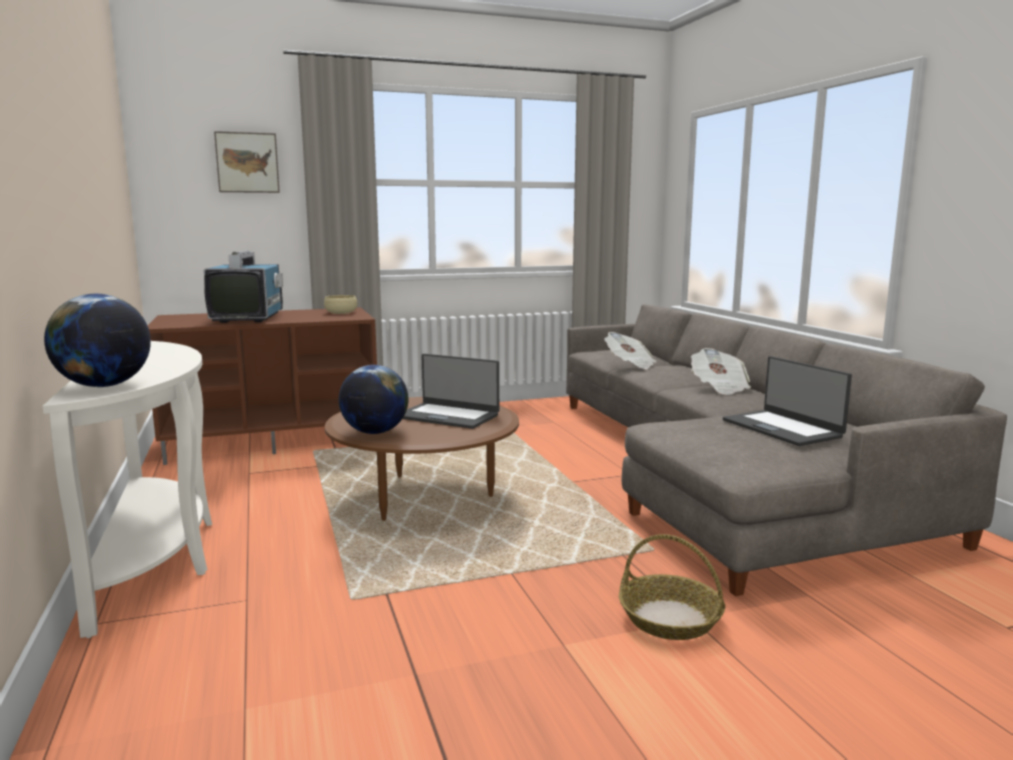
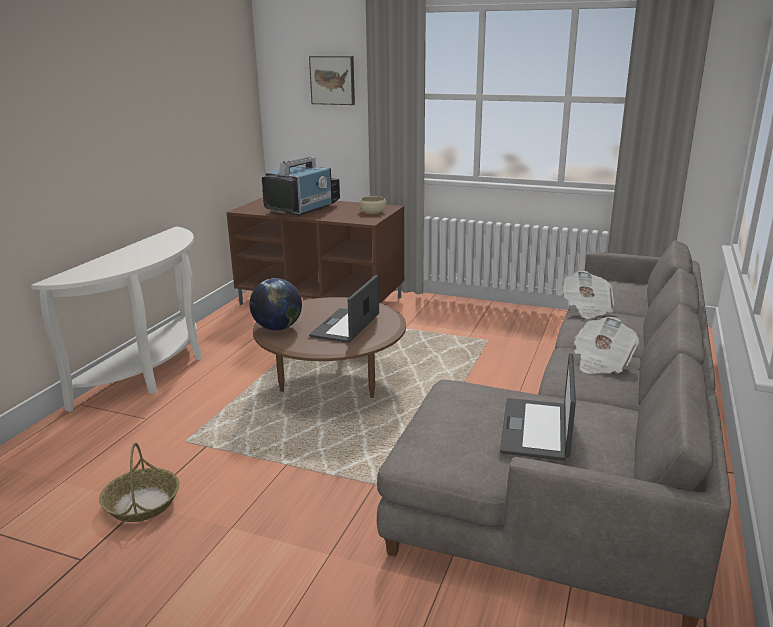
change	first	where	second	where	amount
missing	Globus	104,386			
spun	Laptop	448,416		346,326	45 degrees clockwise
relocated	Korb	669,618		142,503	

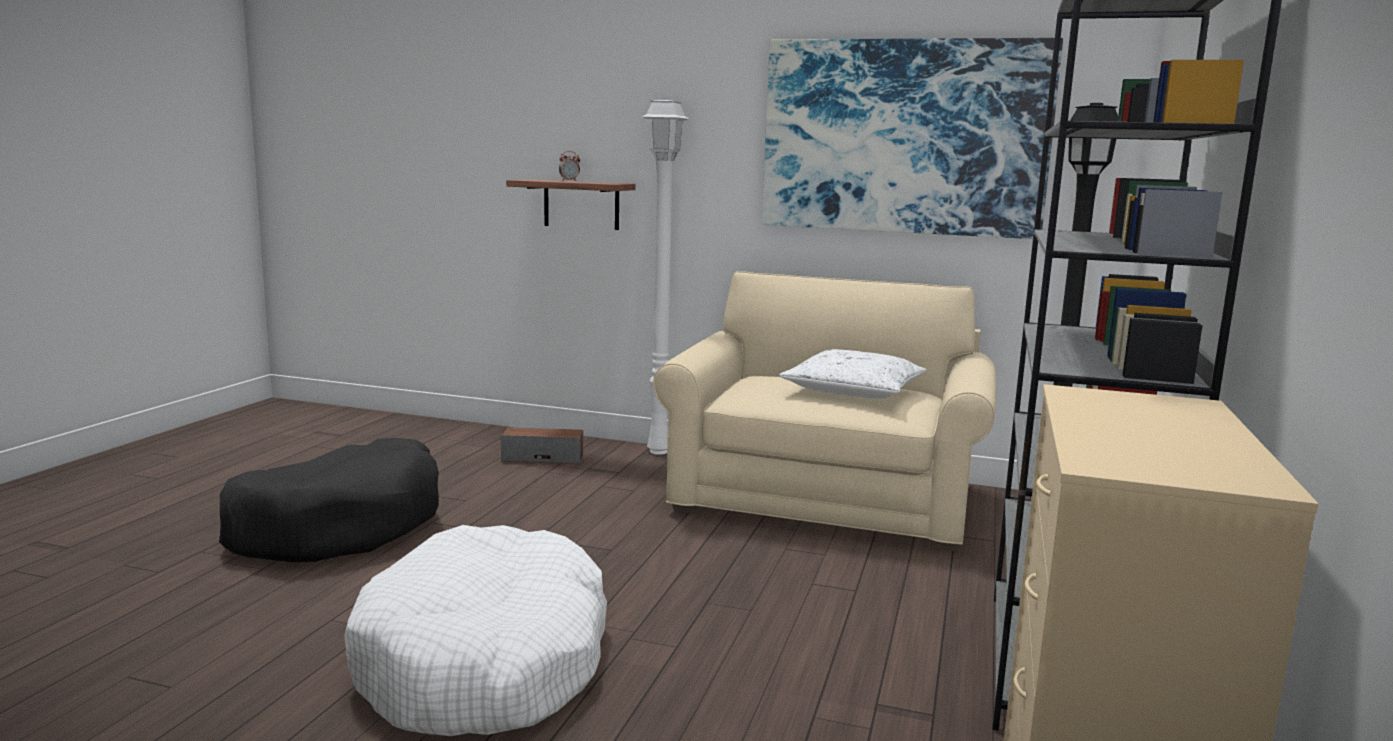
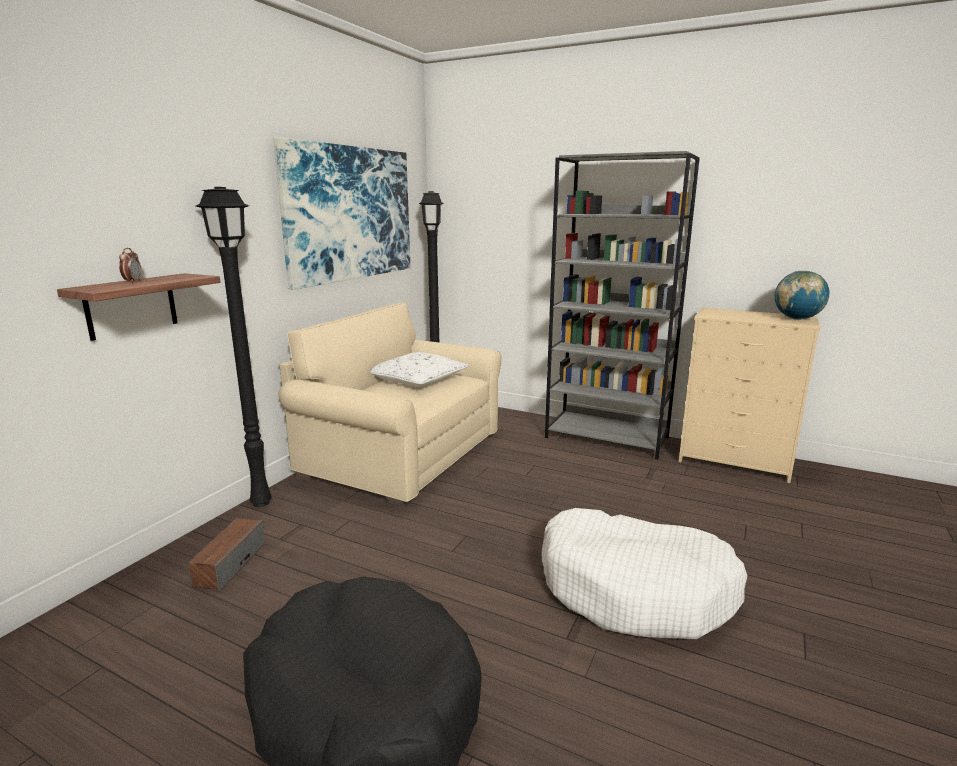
change	first	where	second	where	amount
colour	Stehlampe/weiß	660,451	Stehlampe/schwarz	261,502	
appeared			Globus	797,319	

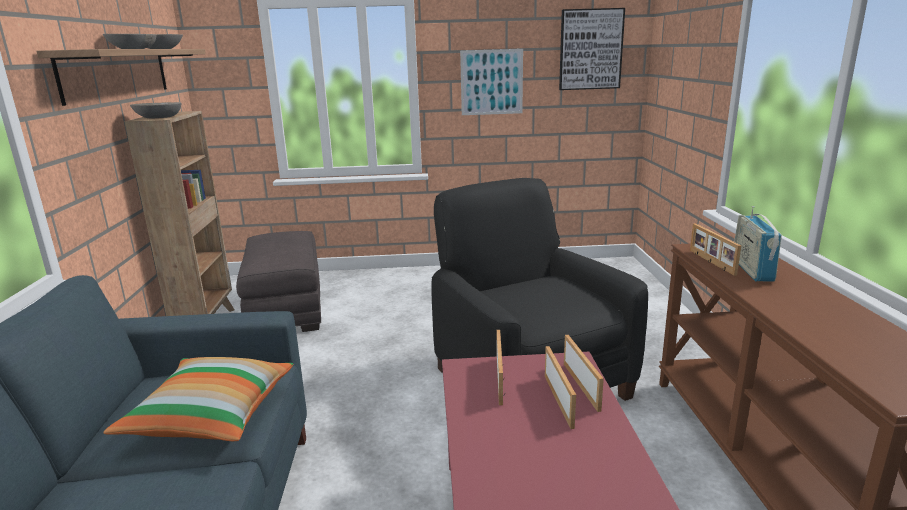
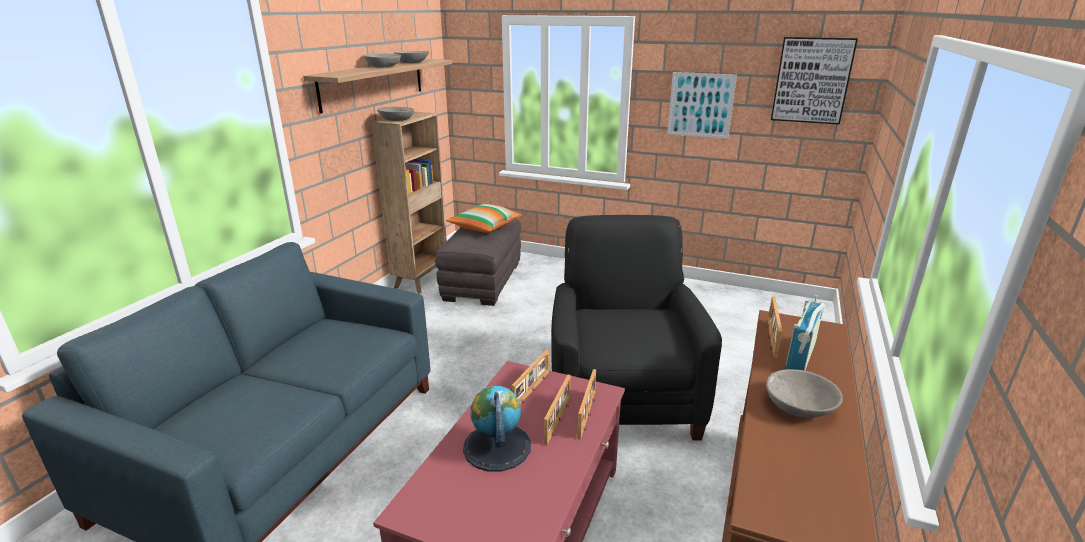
change	first	where	second	where	amount
relocated	Kissen	211,416		485,227	
appeared			Schüssel/grau	799,406	
appeared			Globus	496,447	

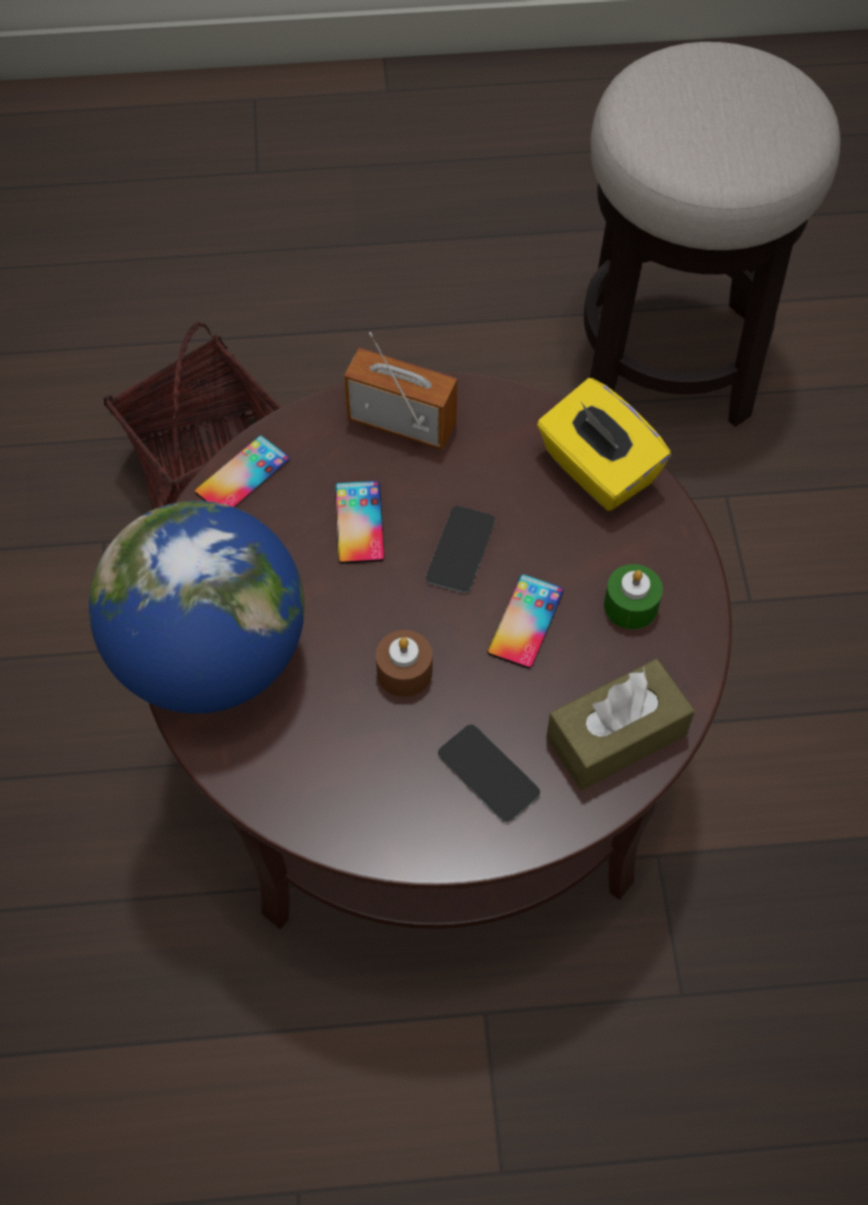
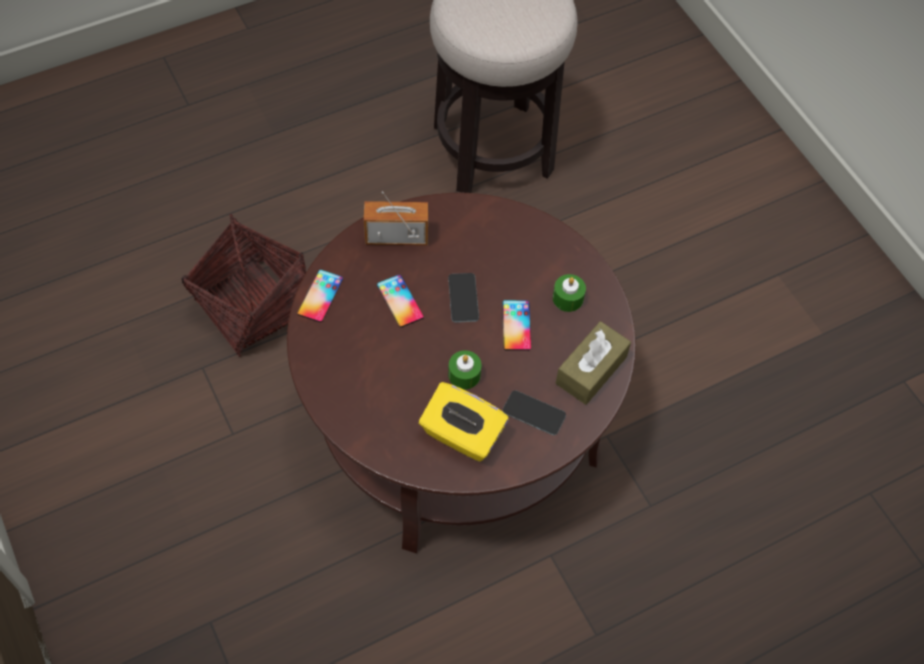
change	first	where	second	where	amount
relocated	Taschentuchbox/gelb	597,470		462,435	
missing	Globus	211,658			
colour	Kerze/braun	404,672	Kerze/grün	464,375	

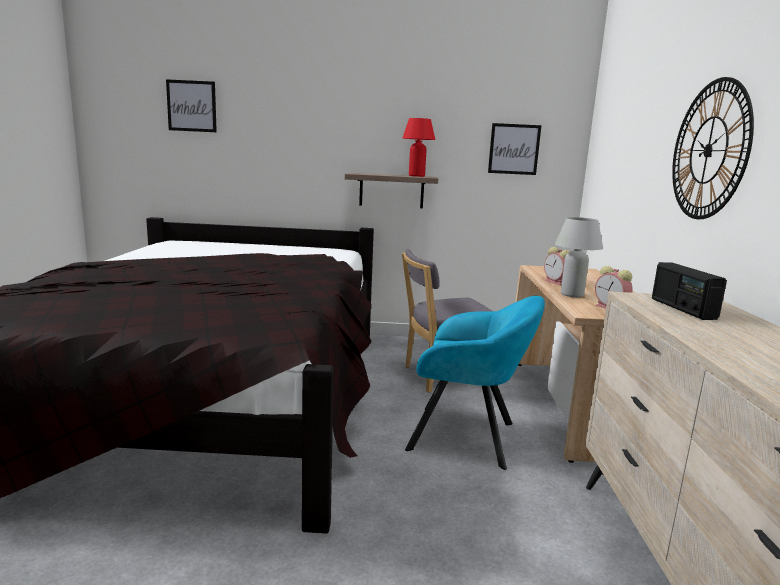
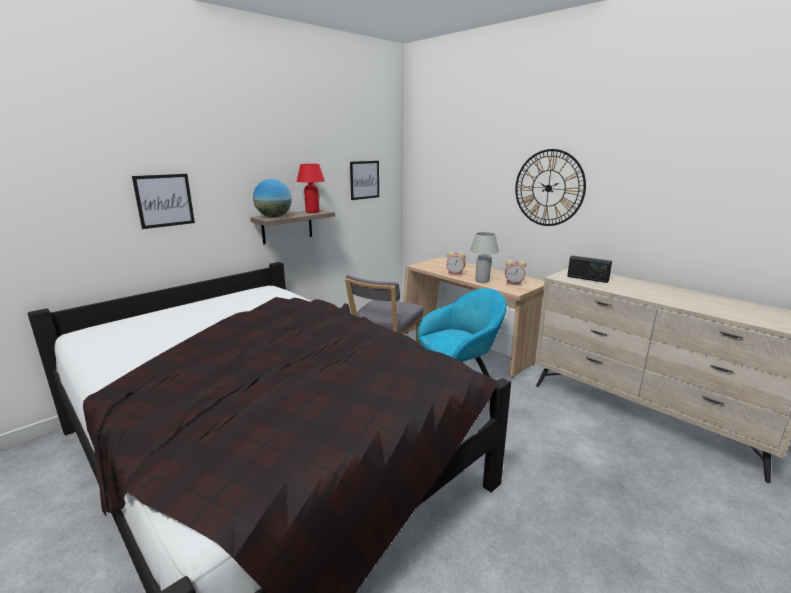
change	first	where	second	where	amount
relocated	Bild	191,106		164,200	
appeared			Globus	274,217	

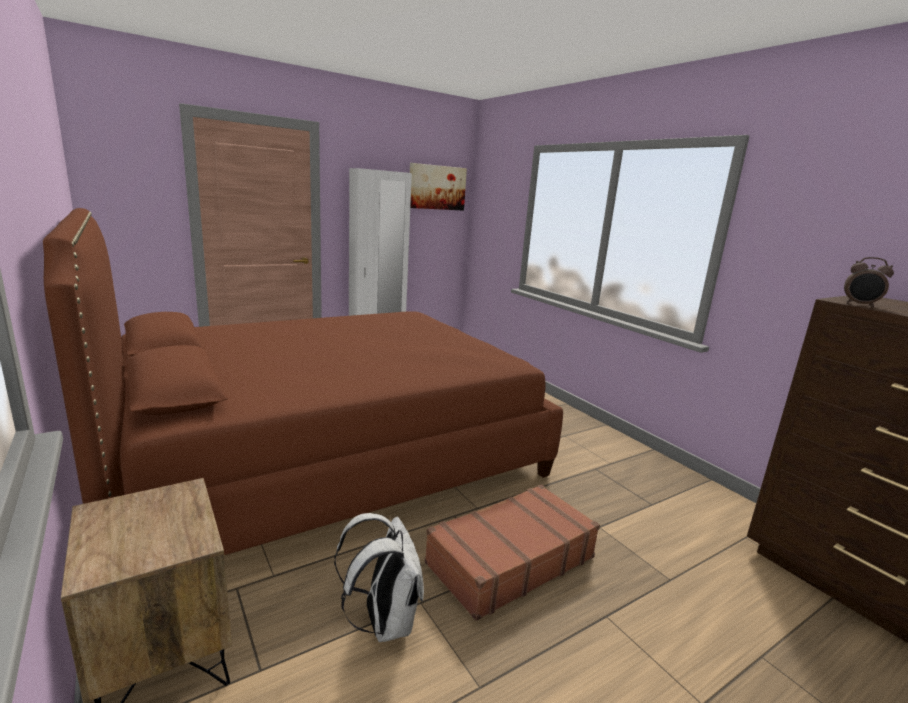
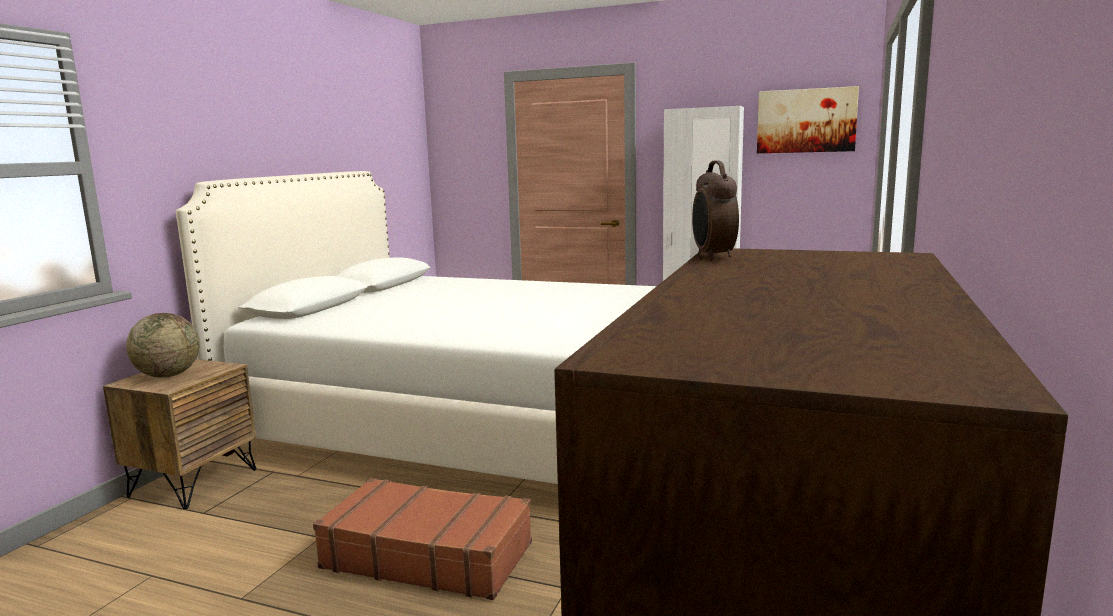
change	first	where	second	where	amount
colour	Bett/braun	326,456	Bett/weiß	476,423	
missing	Rucksack/weiß	384,621			
appeared			Globus	168,375	

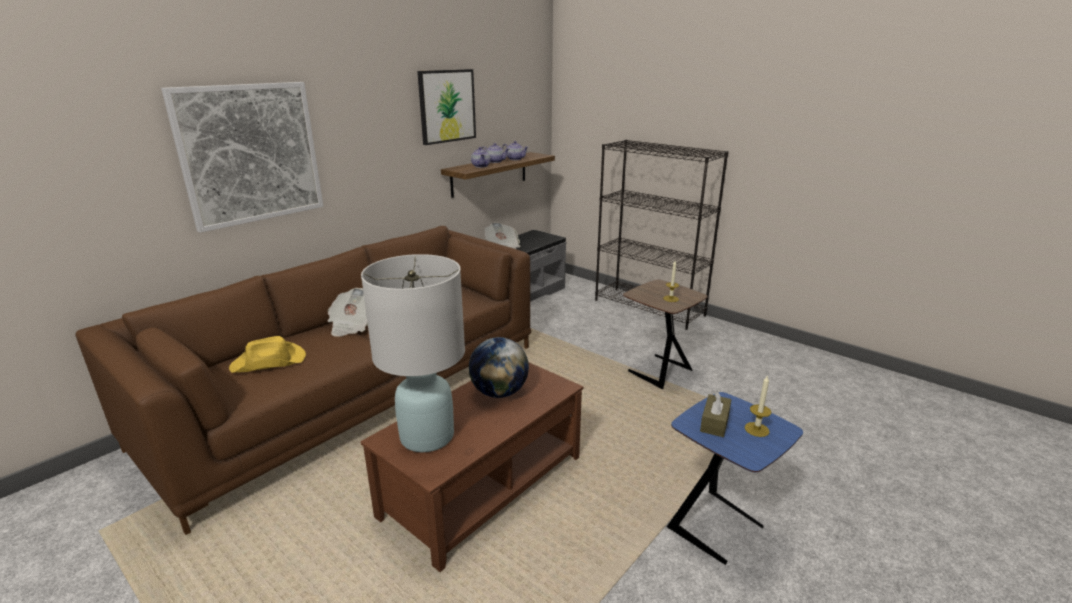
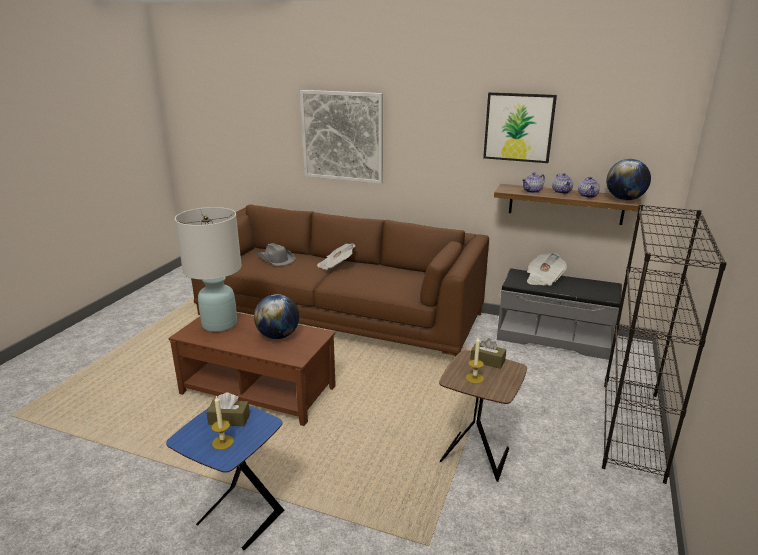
change	first	where	second	where	amount
colour	Hut/gelb	269,362	Hut/grau	275,259	
appeared			Globus	624,199	
appeared			Taschentuchbox/braun	487,361	

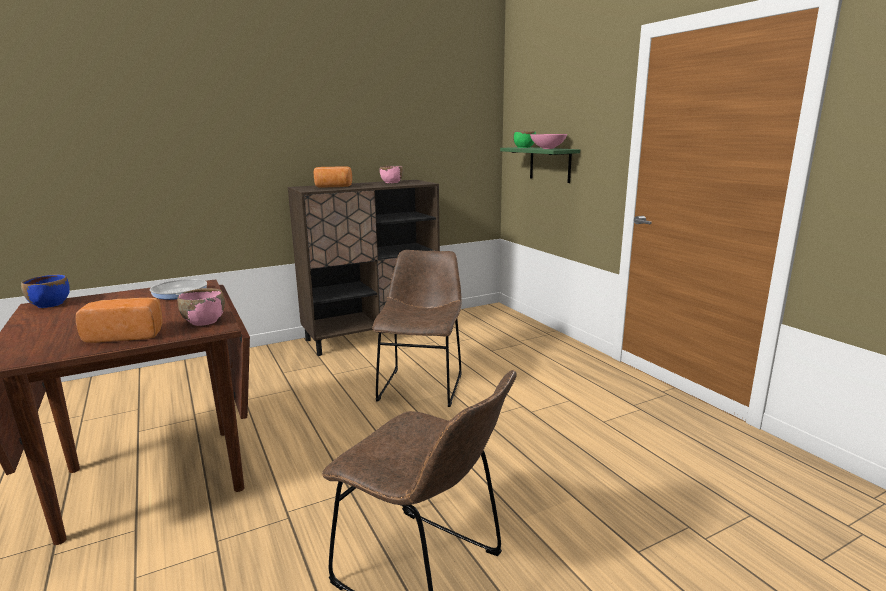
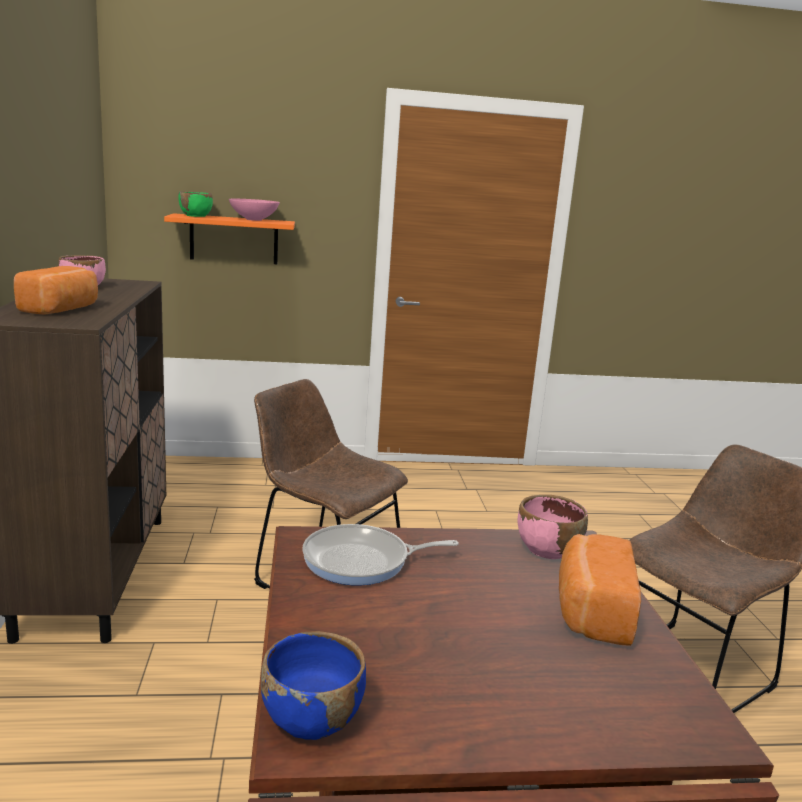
change	first	where	second	where	amount
colour	Wandregal/grün	550,164	Wandregal/orange	234,239	

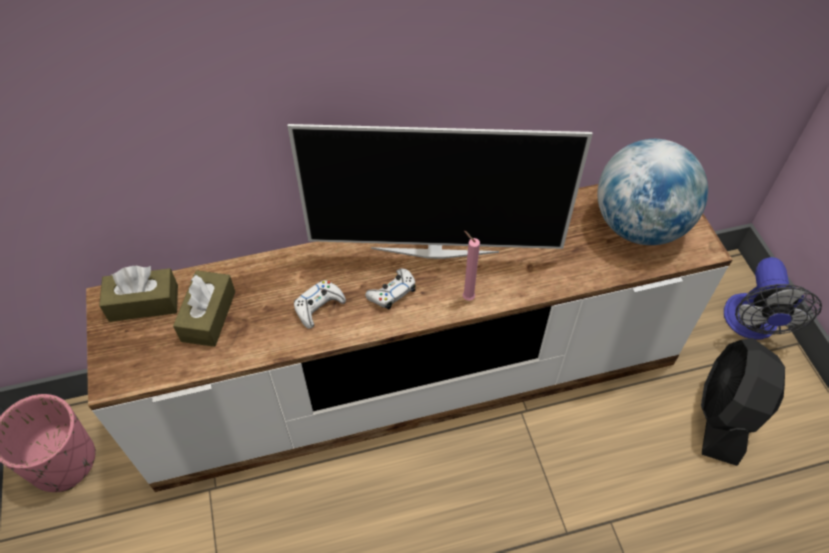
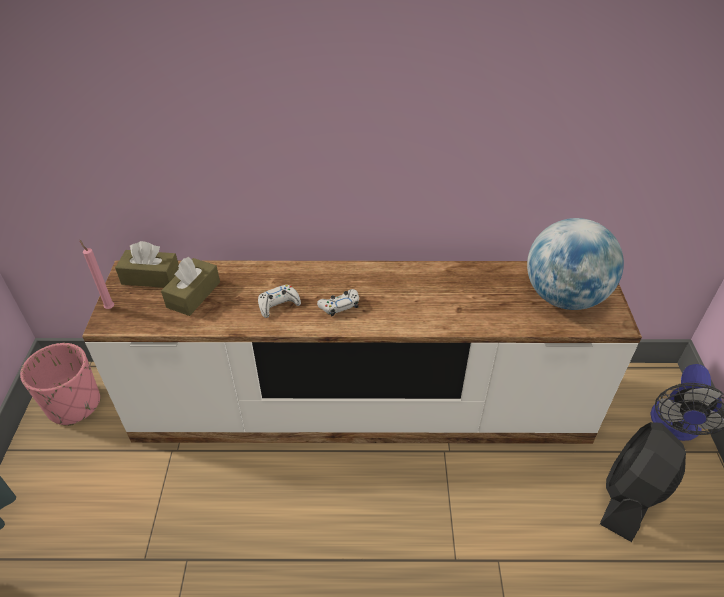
change	first	where	second	where	amount
missing	Fernseher	435,248			
relocated	Kerze/rosa	466,297		109,307	

